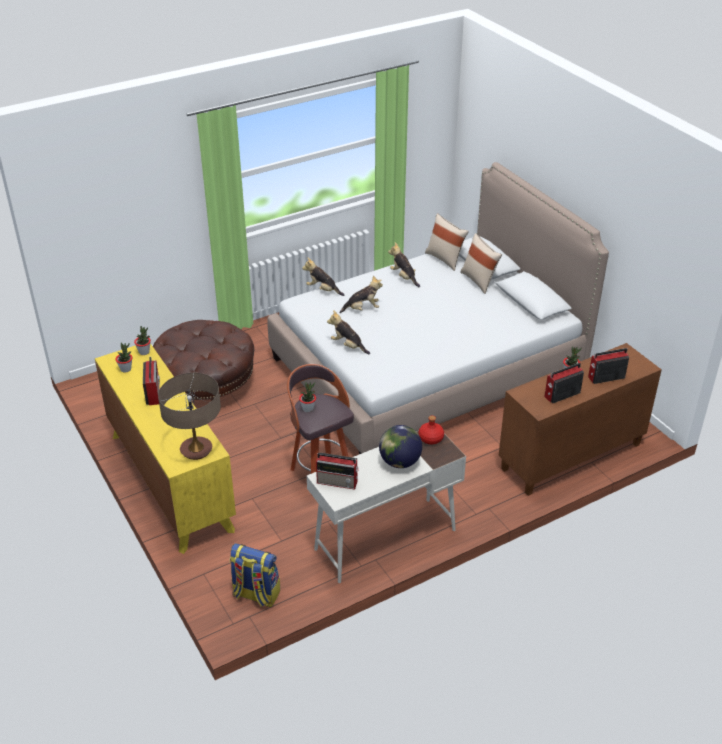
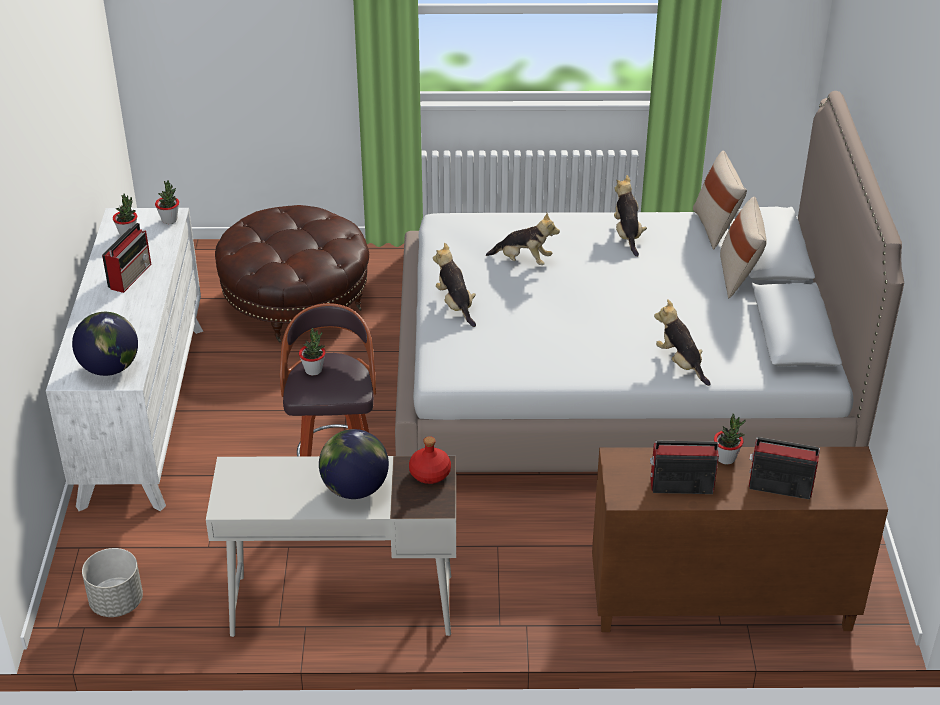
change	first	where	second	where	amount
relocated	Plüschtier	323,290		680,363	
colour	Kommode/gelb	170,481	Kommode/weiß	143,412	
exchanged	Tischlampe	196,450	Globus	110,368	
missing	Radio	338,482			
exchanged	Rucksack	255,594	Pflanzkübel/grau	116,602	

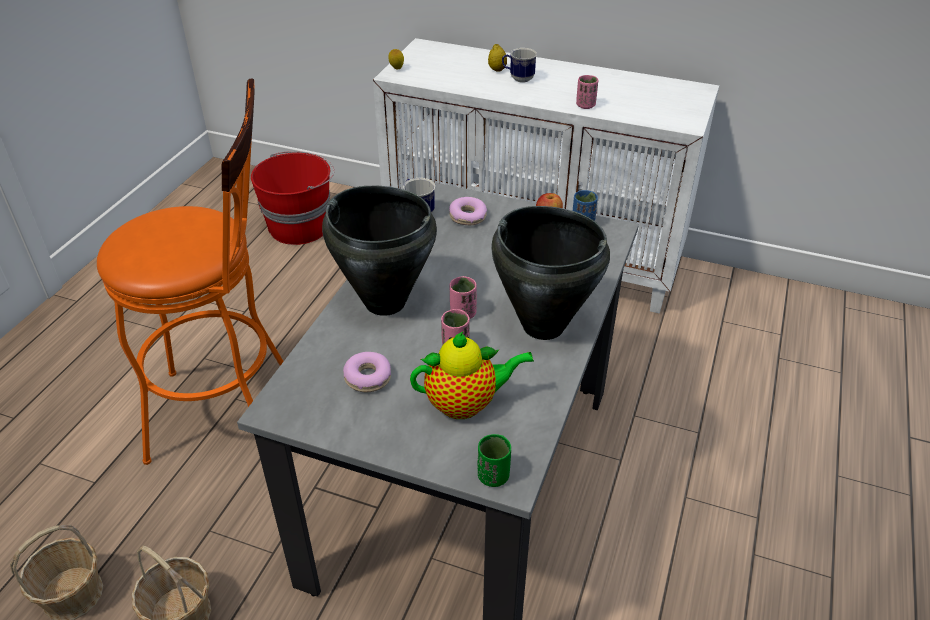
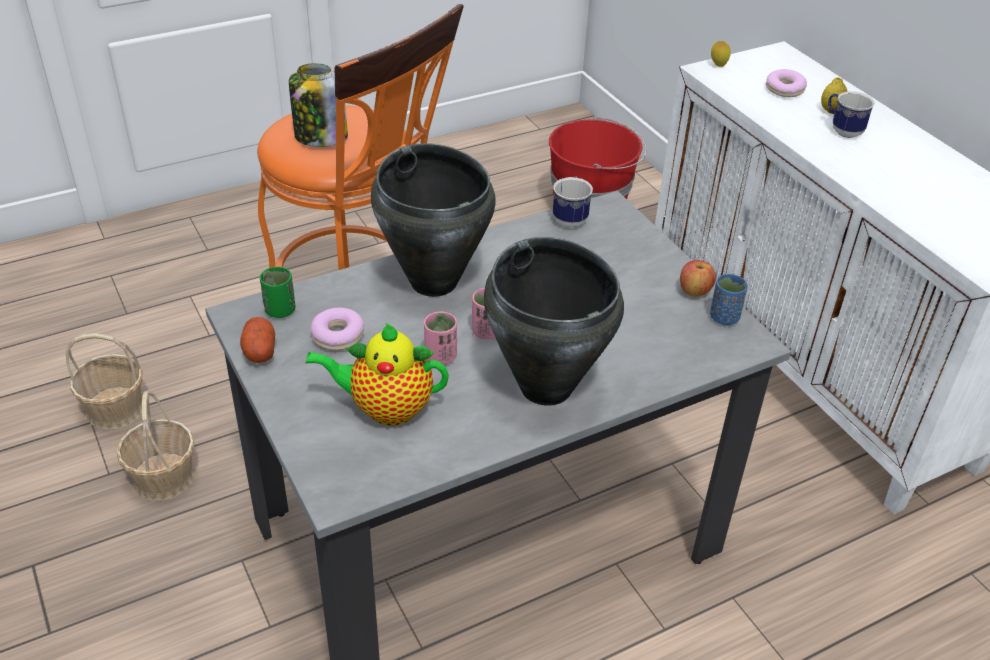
change	first	where	second	where	amount
missing	Tasse/rosa	585,105			
relocated	Donut	467,217		784,89	
spun	Teekanne	466,403		386,408	150 degrees clockwise
relocated	Tasse/grün	493,476		280,310	
appeared			Vorratsglas	320,137	
appeared			Kartoffel	259,350	

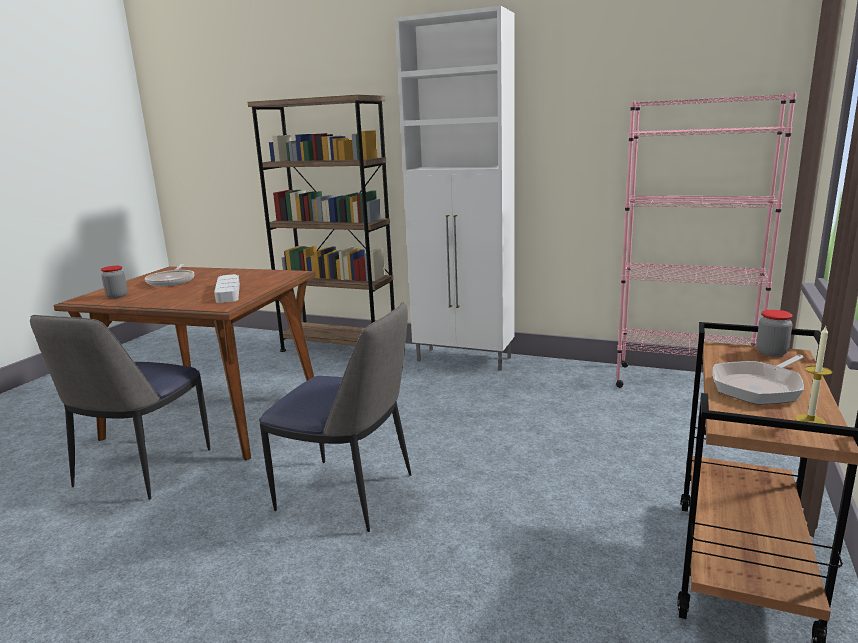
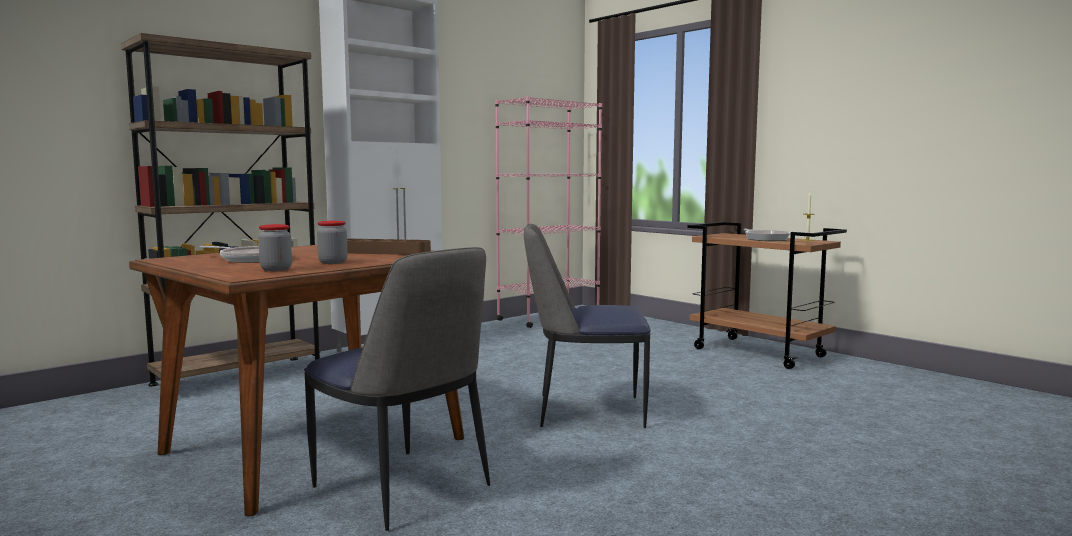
change	first	where	second	where	amount
colour	Tablett/grau	228,292	Tablett/braun	384,252	
spun	Stuhl	349,494		586,411	135 degrees counterclockwise
relocated	Vorratsglas	771,352		333,262	

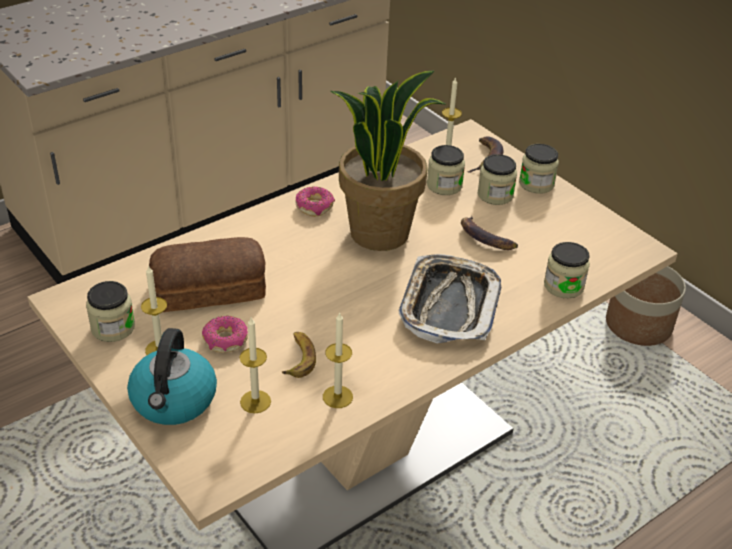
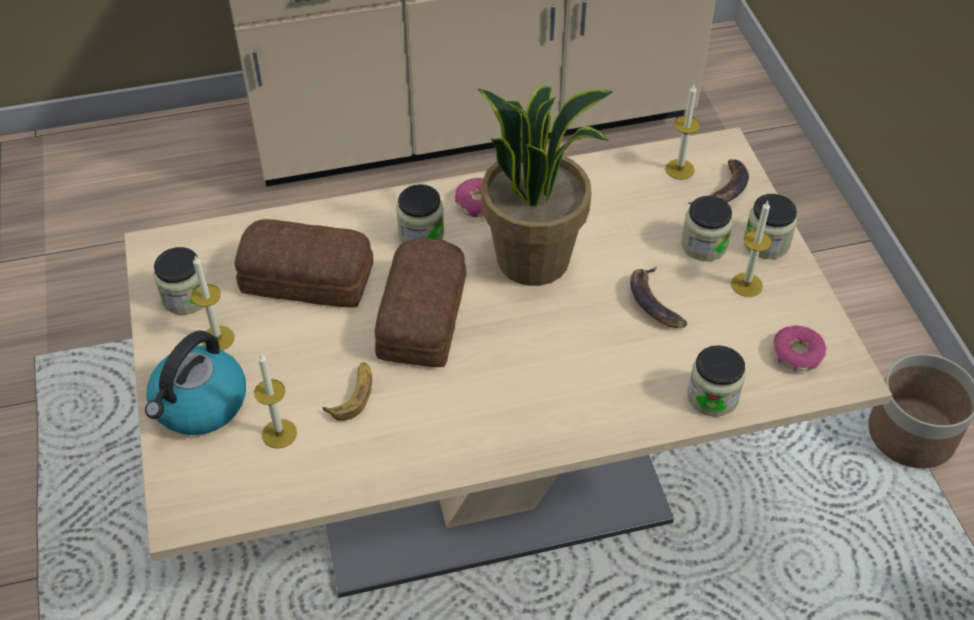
change	first	where	second	where	amount
relocated	Vorratsglas	444,185		421,233	
missing	Tablett	448,305			
relocated	Kerze	337,397		746,284	
relocated	Donut	225,340		796,354	
appeared			Brot	425,316	

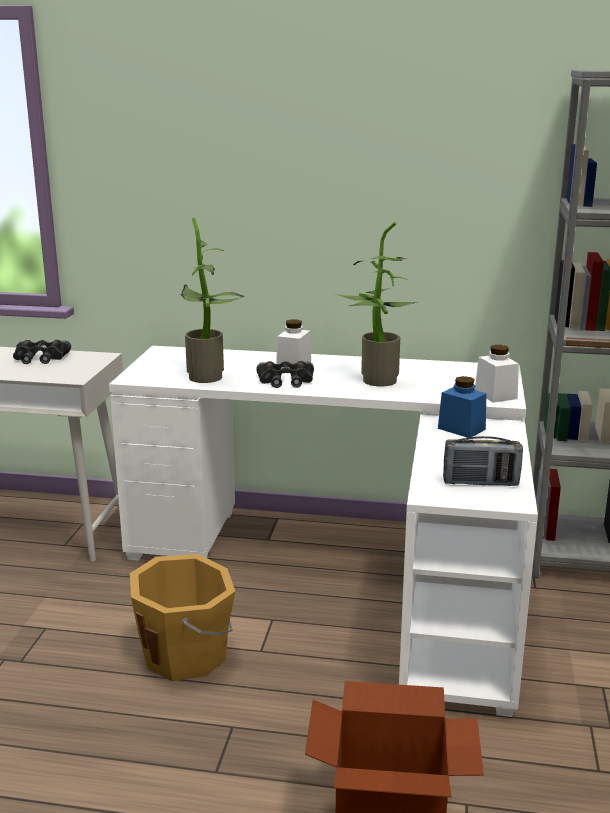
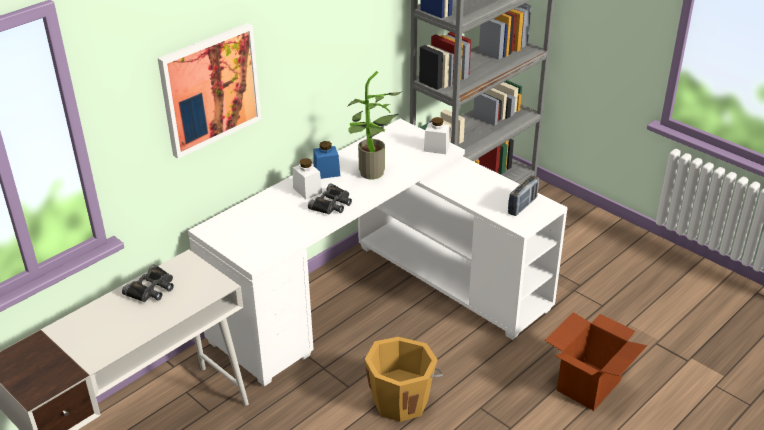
change	first	where	second	where	amount
missing	Topfpflanze	211,377			
relocated	Vorratsglas/blau	461,429		326,172	
appeared			Bild	210,89	

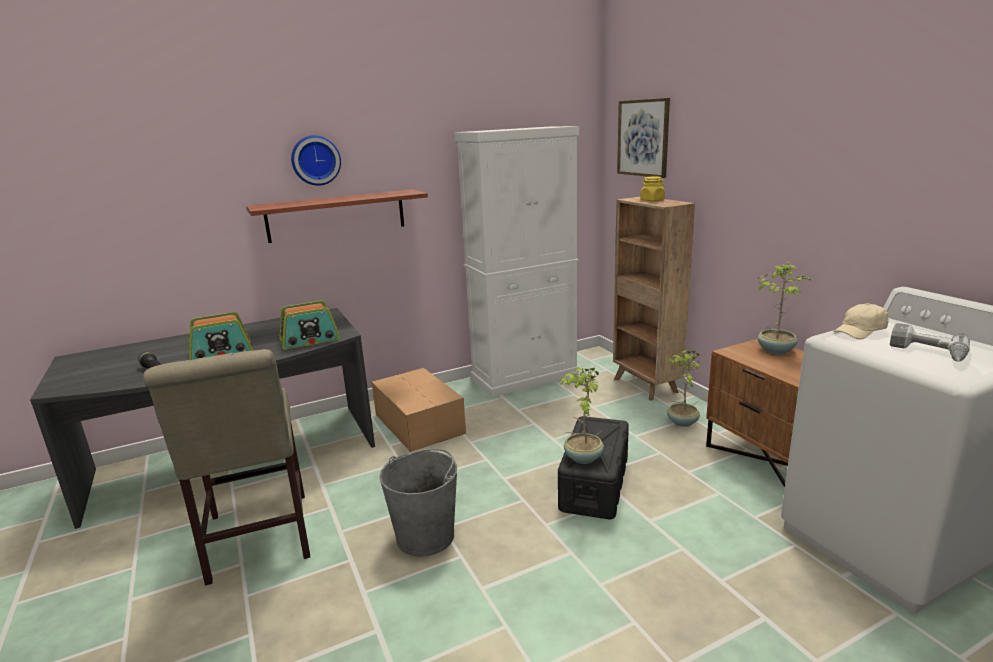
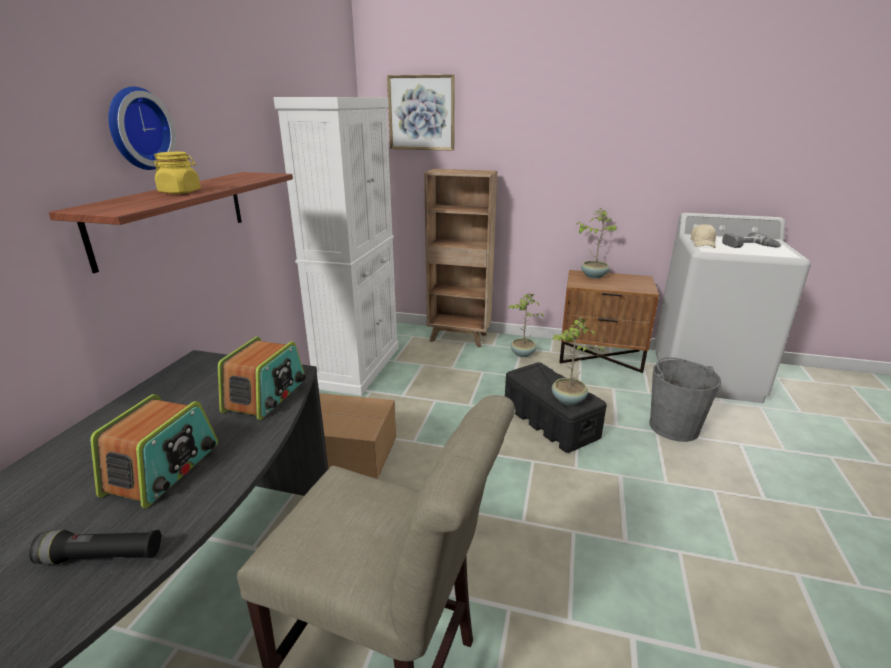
change	first	where	second	where	amount
relocated	Vorratsglas/gelb	652,200		180,192	
relocated	Eimer/grau	426,536		673,427	

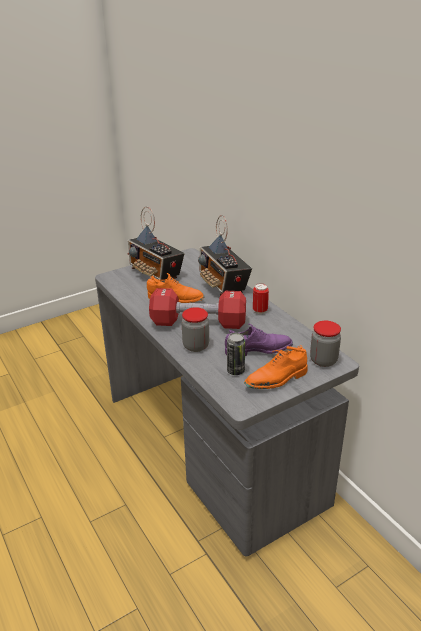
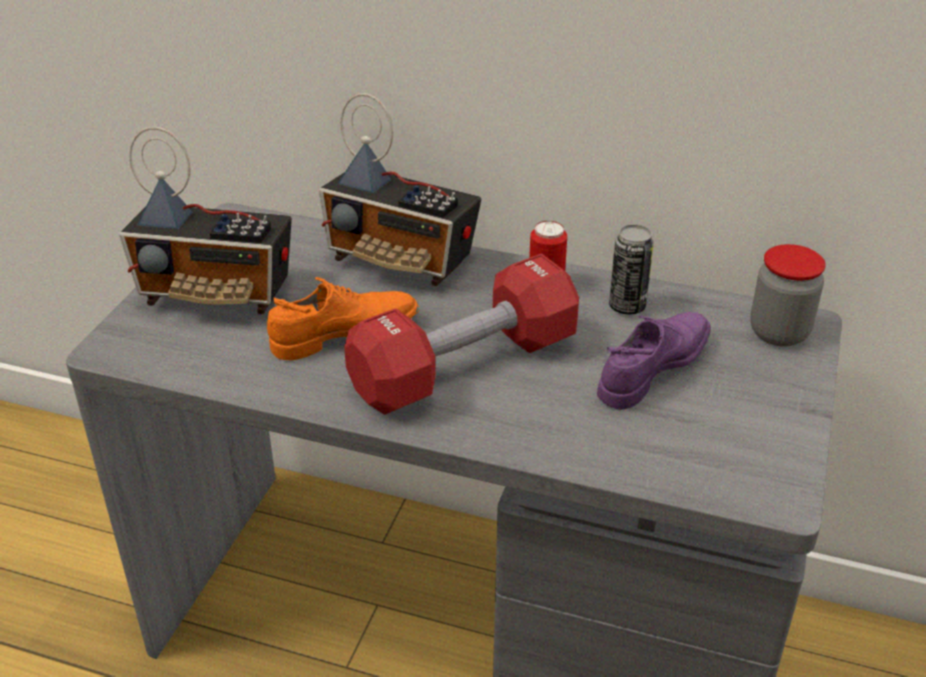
change	first	where	second	where	amount
missing	Vorratsglas	196,346			
relocated	Dose	235,371		627,306	
missing	Schuh/orange	276,380			

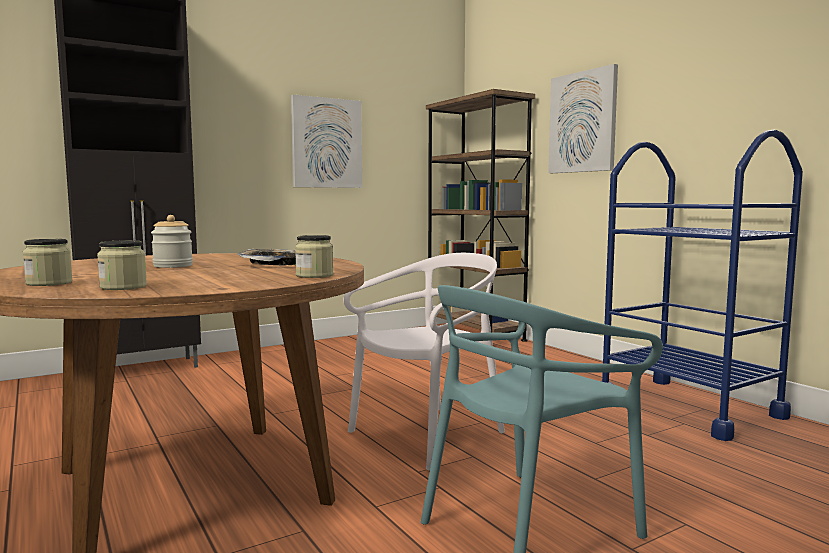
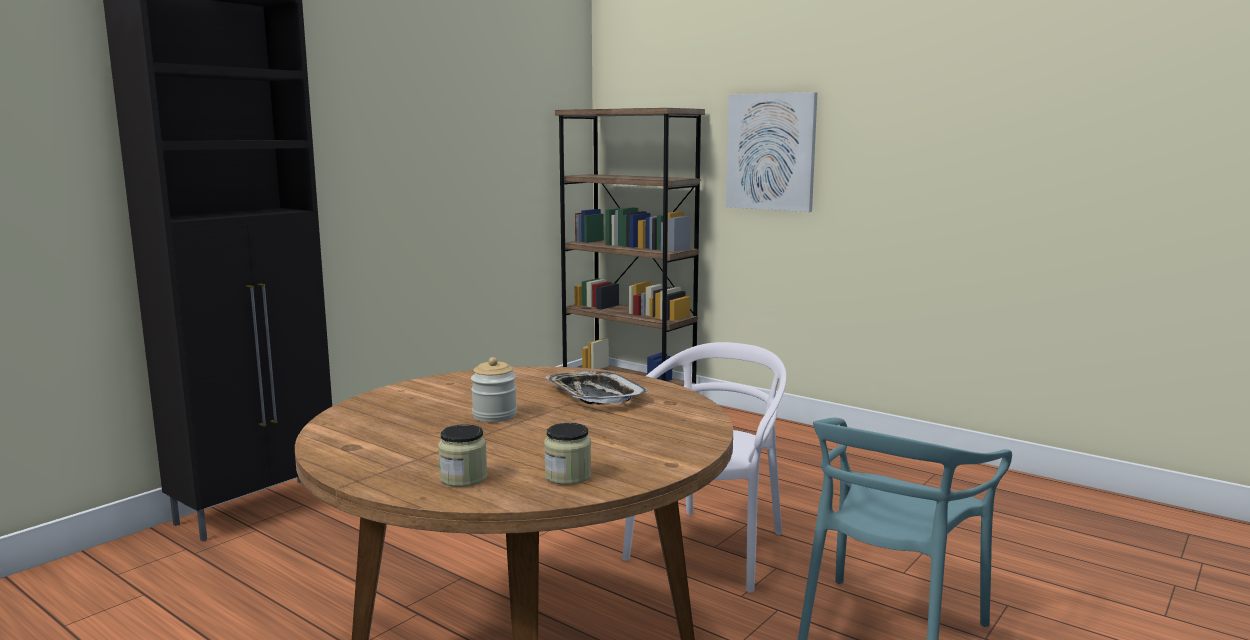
change	first	where	second	where	amount
missing	Bild	326,143			
missing	Rollwagen/blau	688,406			
missing	Vorratsglas	314,275			

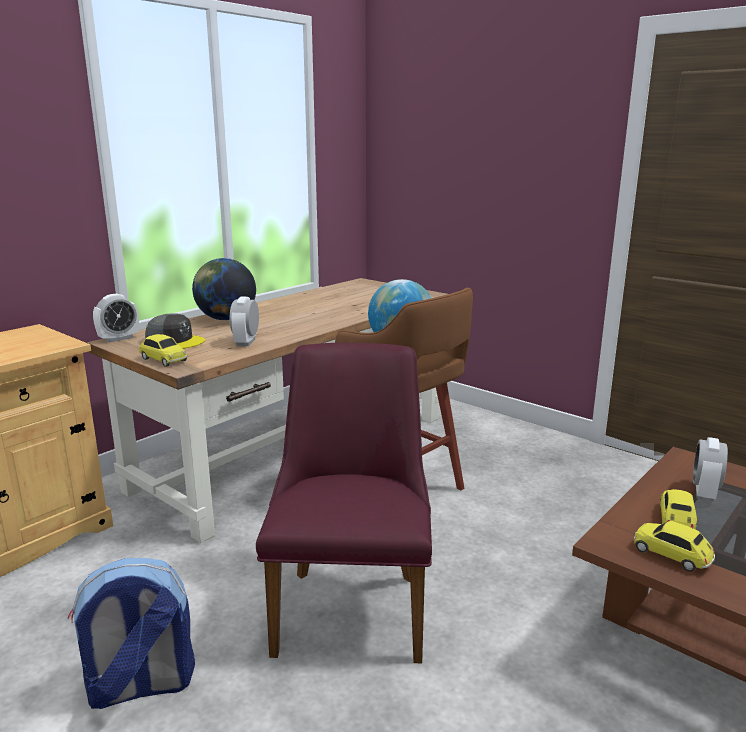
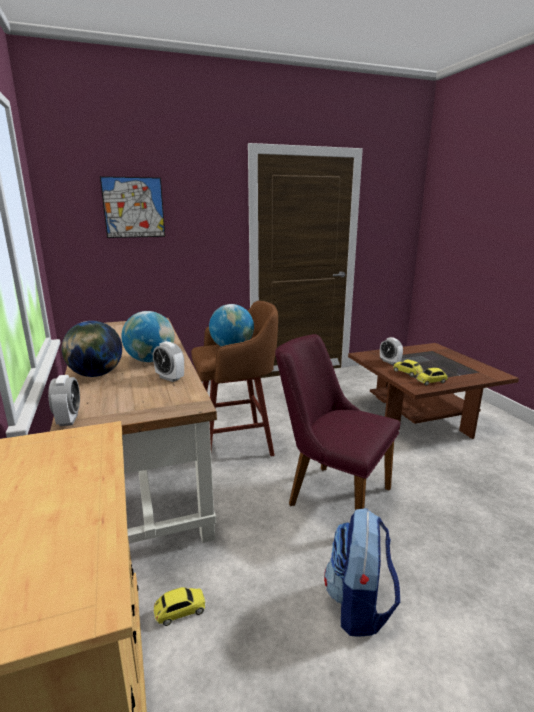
change	first	where	second	where	amount
missing	Kappe/grau	175,341			
relocated	Spielzeugauto	163,359		180,611	
appeared			Bild	133,207	
appeared			Globus	150,360	

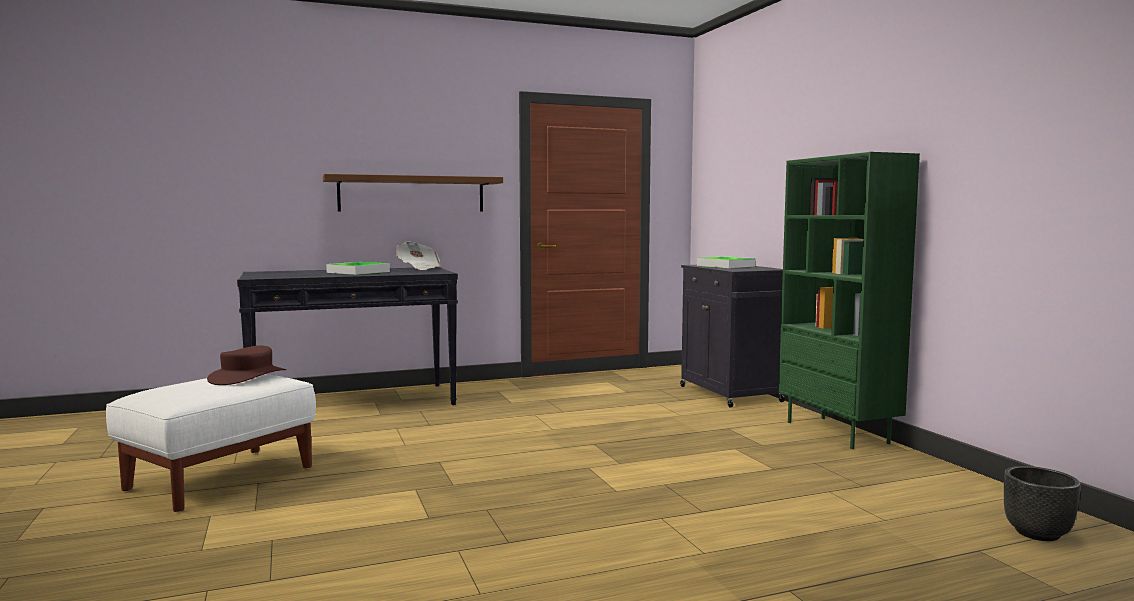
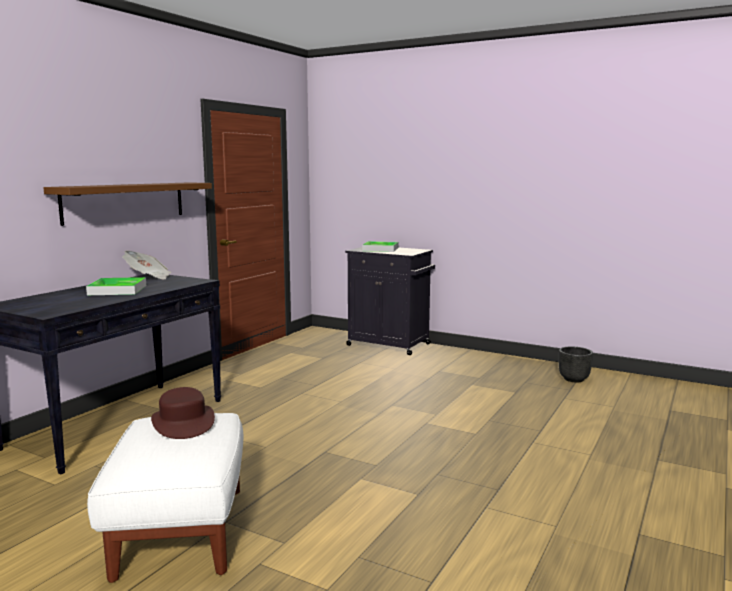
change	first	where	second	where	amount
missing	Bücherregal/grün	838,432			
relocated	Pflanzkübel/schwarz	1038,533		574,379	

